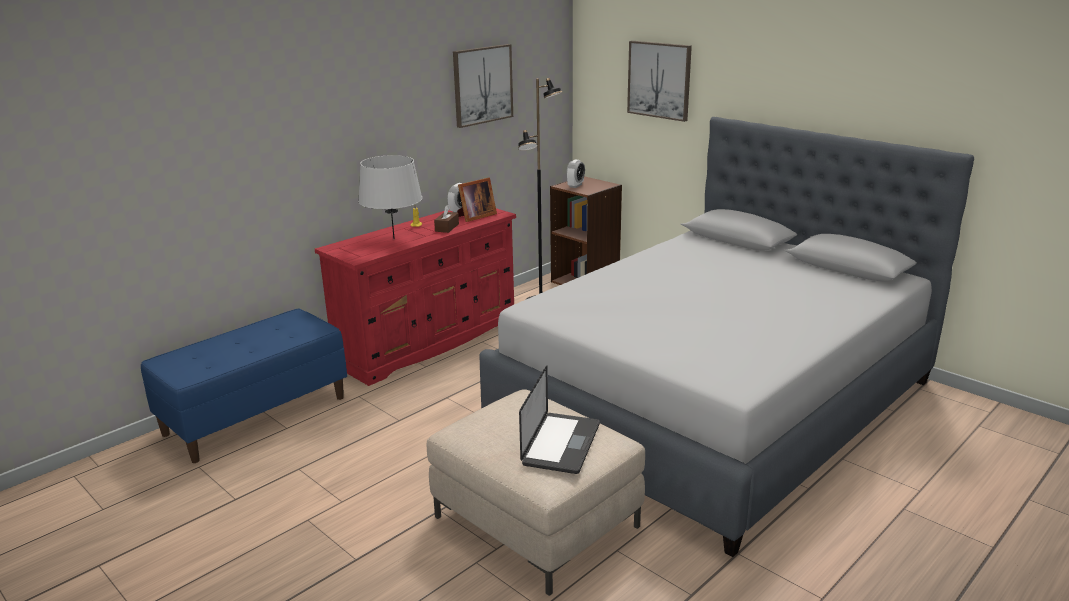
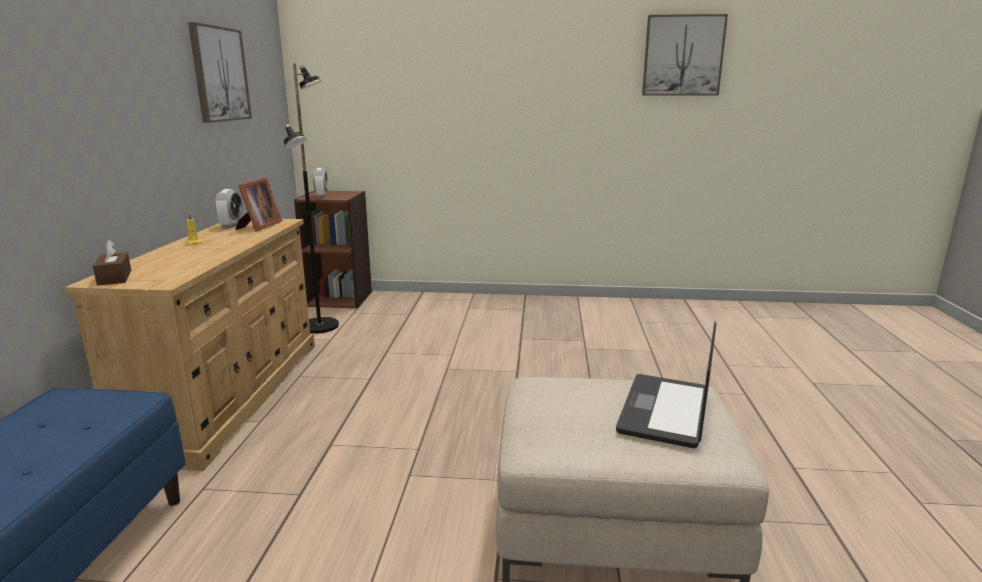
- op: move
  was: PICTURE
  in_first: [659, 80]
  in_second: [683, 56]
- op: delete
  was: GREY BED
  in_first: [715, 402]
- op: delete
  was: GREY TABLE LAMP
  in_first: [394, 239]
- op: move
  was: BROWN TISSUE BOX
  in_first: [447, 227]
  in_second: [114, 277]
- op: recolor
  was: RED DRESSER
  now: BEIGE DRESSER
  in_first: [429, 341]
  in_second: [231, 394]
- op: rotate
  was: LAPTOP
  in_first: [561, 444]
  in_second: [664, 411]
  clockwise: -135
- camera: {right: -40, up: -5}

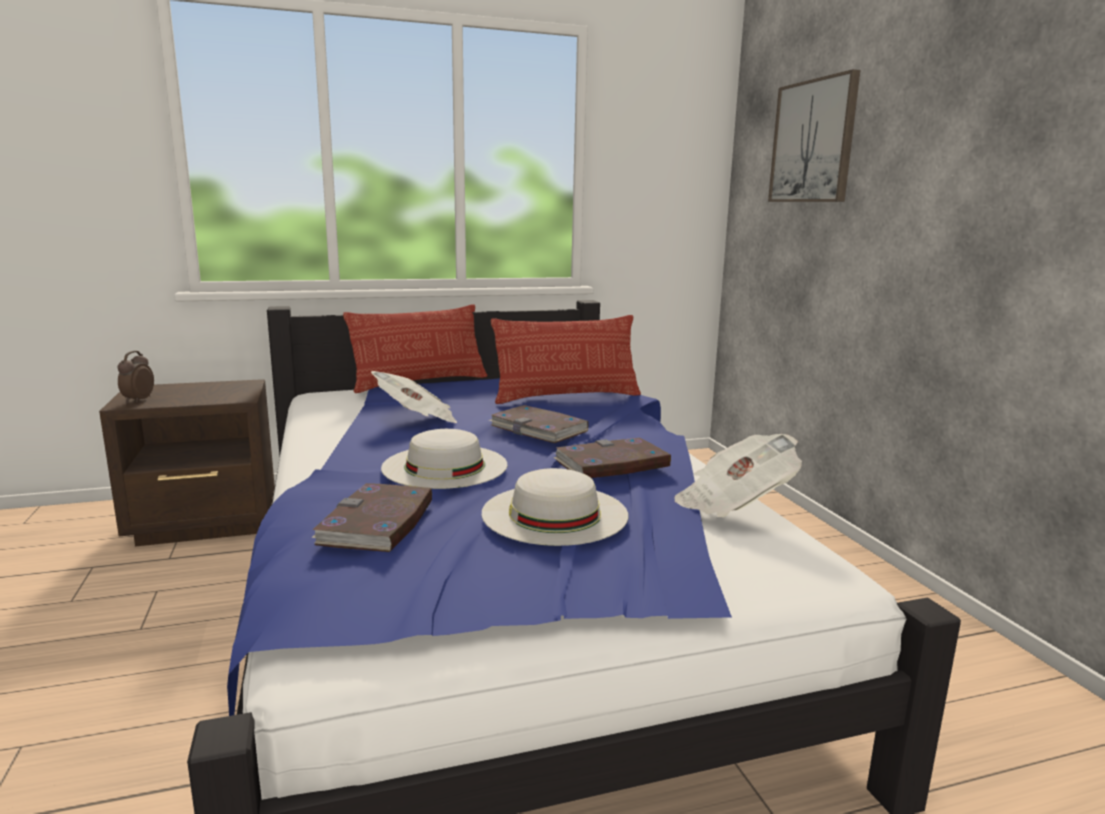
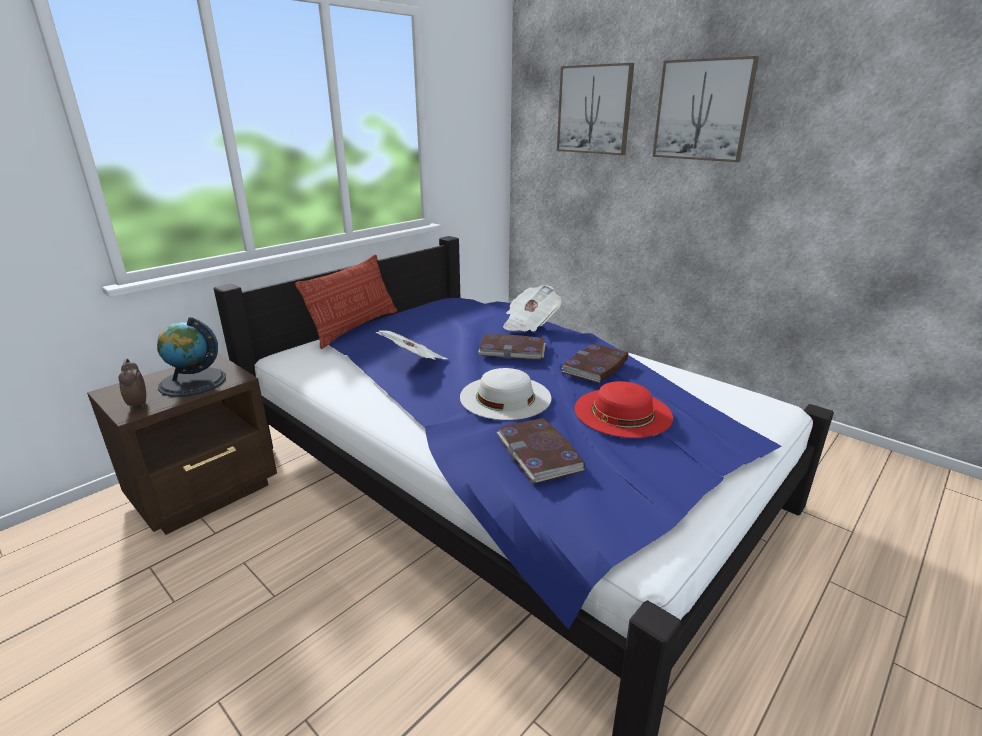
- op: delete
  was: PILLOW
  in_first: [566, 396]
- op: move
  was: NEWSPAPER
  in_first: [733, 503]
  in_second: [529, 324]
- op: recolor
  was: WHITE HAT
  now: RED HAT
  in_first: [554, 513]
  in_second: [622, 412]
- op: insert
  now: PICTURE
  in_second: [702, 110]
- op: insert
  now: GLOBE
  in_second: [192, 382]
- camera: {right: -30, up: 10}

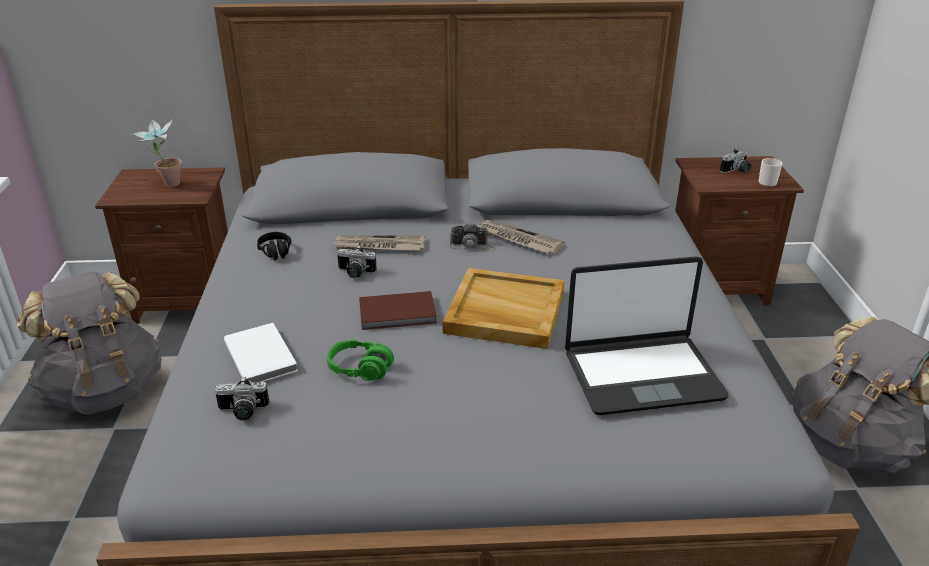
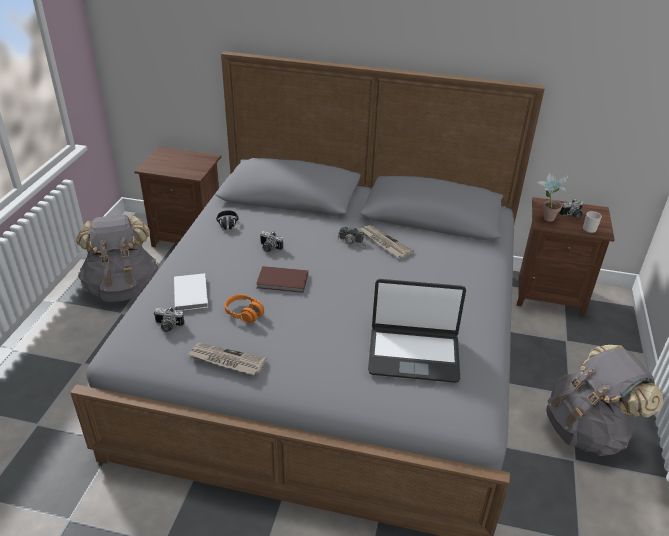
- op: move
  was: POTTED PLANT
  in_first: [166, 185]
  in_second: [545, 219]
- op: move
  was: NEWSPAPER
  in_first: [379, 246]
  in_second: [226, 360]
- op: delete
  was: BEIGE TRAY
  in_first: [504, 312]
- op: recolor
  was: GREEN HEADPHONES
  now: ORANGE HEADPHONES
  in_first: [360, 368]
  in_second: [244, 313]
- camera: {right: 15, up: 5}

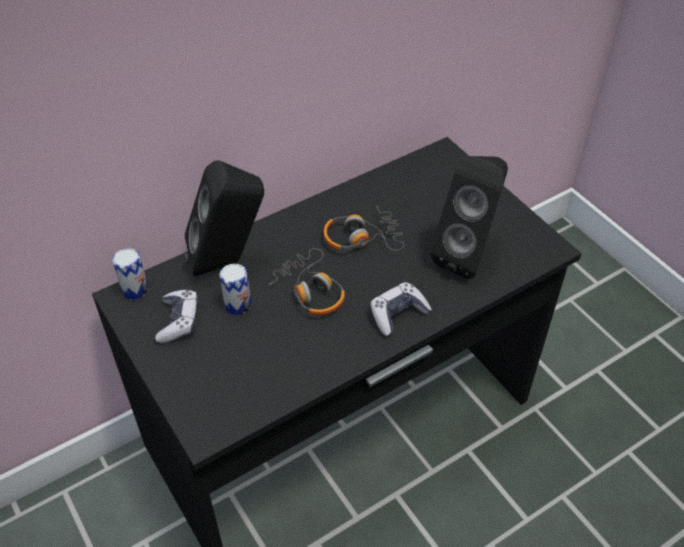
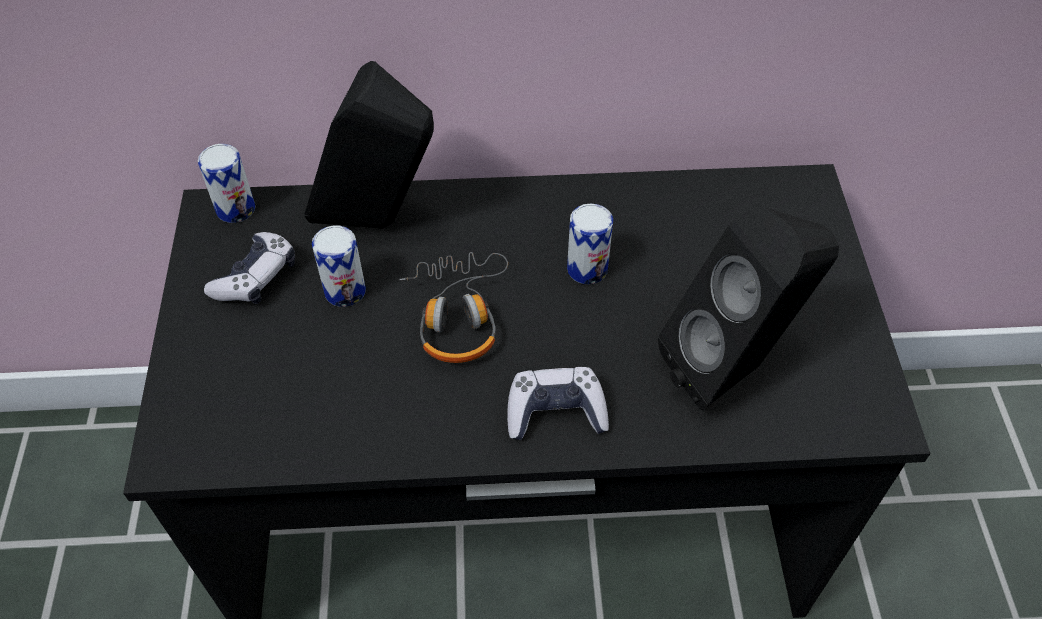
- op: replace
  was: HEADPHONES
  now: CAN
  in_first: [362, 238]
  in_second: [587, 269]
- camera: {right: 30, up: 5}

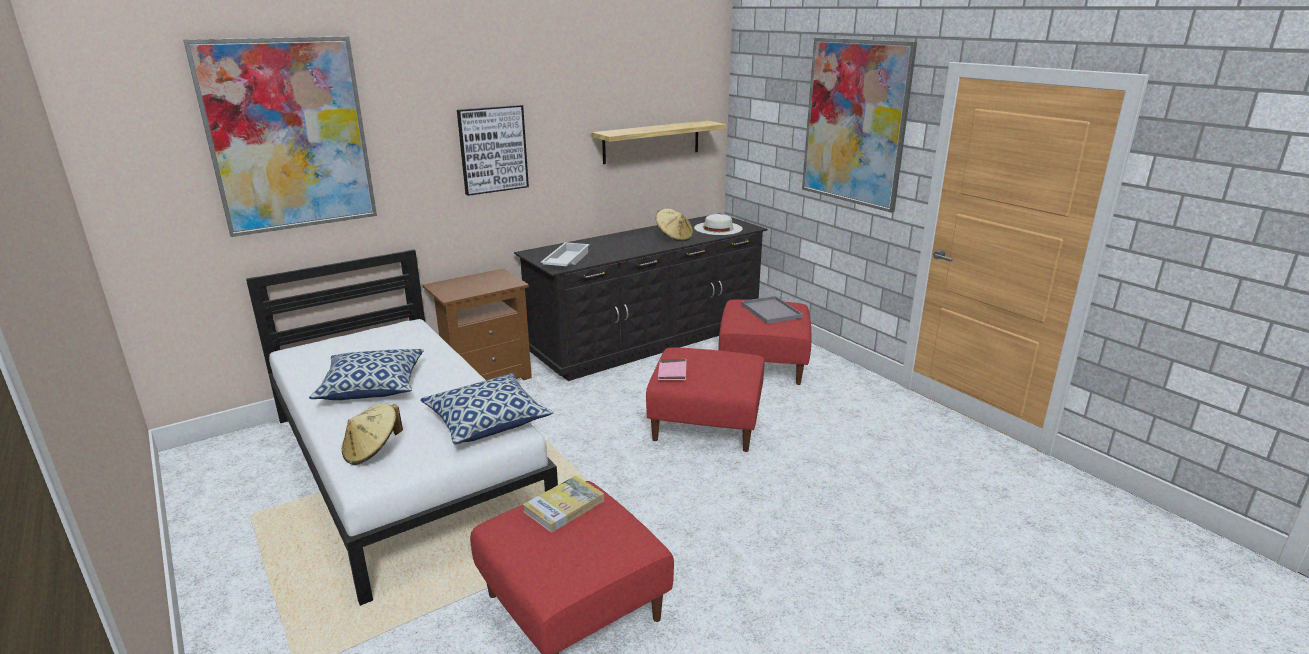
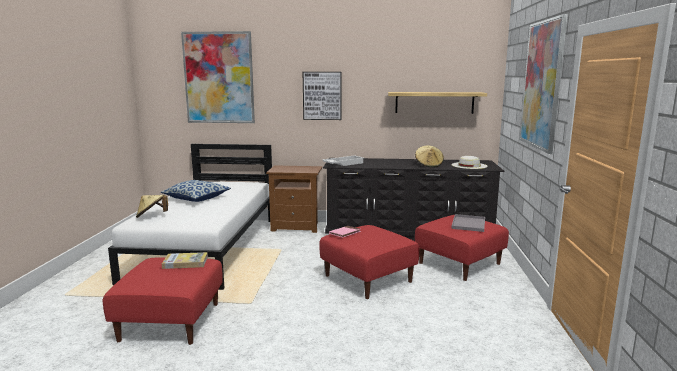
- op: delete
  was: PILLOW
  in_first: [487, 422]
- camera: {right: 40, up: -10}

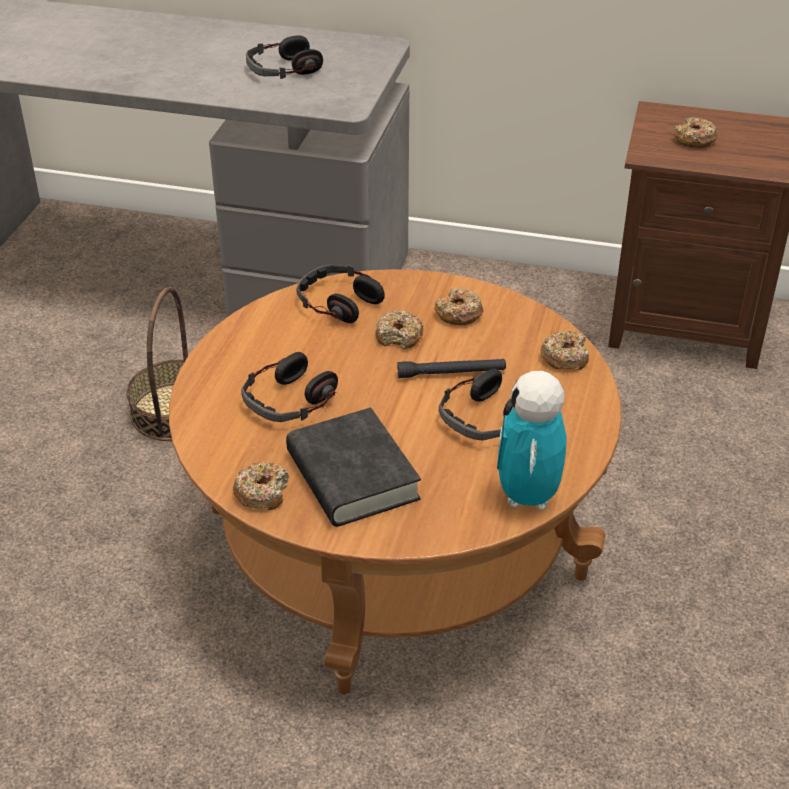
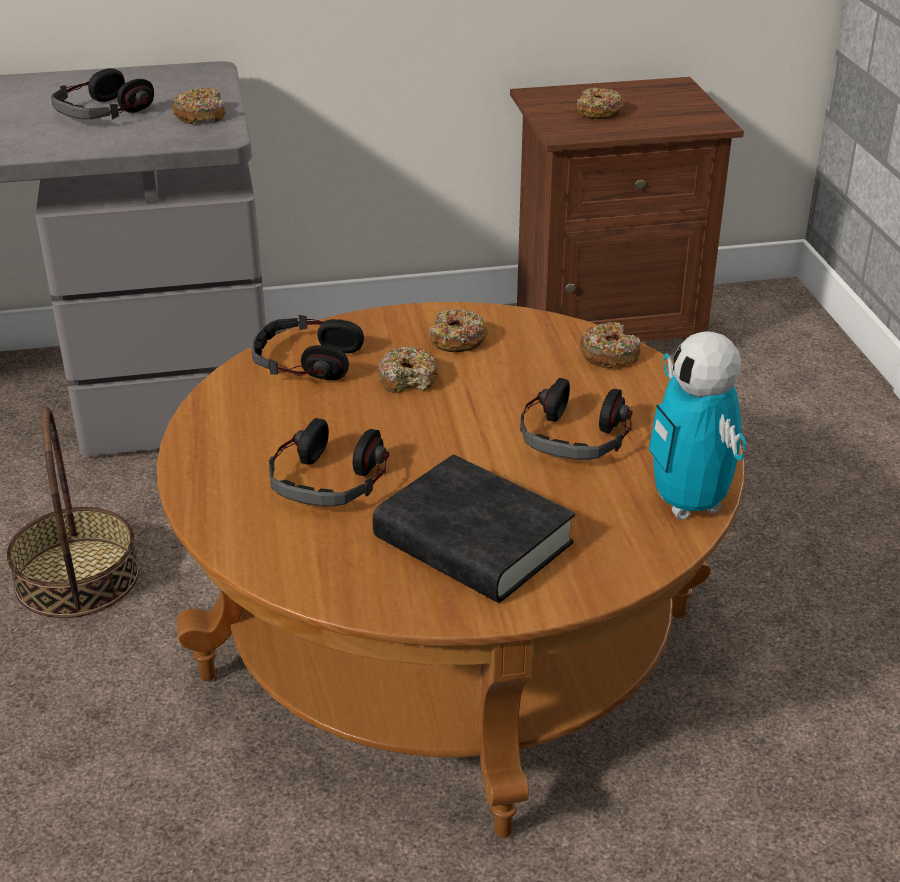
- op: delete
  was: BLACK FLASHLIGHT
  in_first: [451, 373]
- op: move
  was: DONUT
  in_first: [262, 493]
  in_second: [200, 115]
- camera: {right: -25, up: -5}

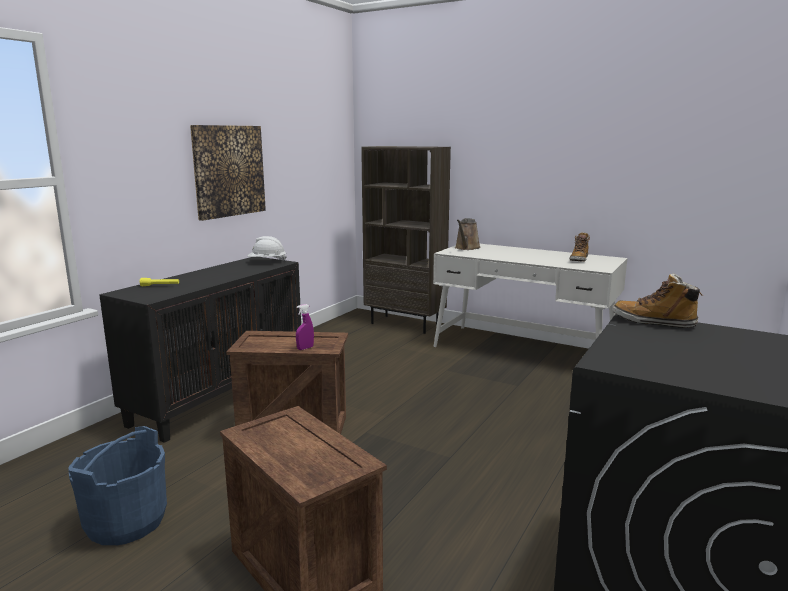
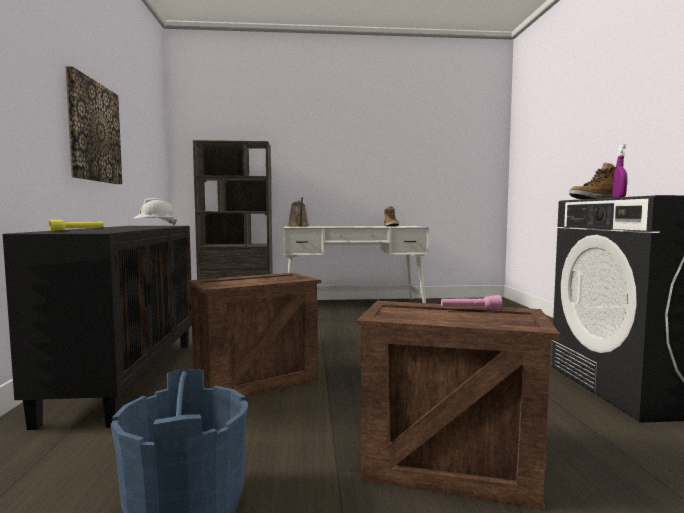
- op: move
  was: PURPLE SPRAY BOTTLE
  in_first: [305, 348]
  in_second: [619, 197]
- op: insert
  now: PINK FLASHLIGHT
  in_second: [470, 309]
- camera: {right: -35, up: -10}

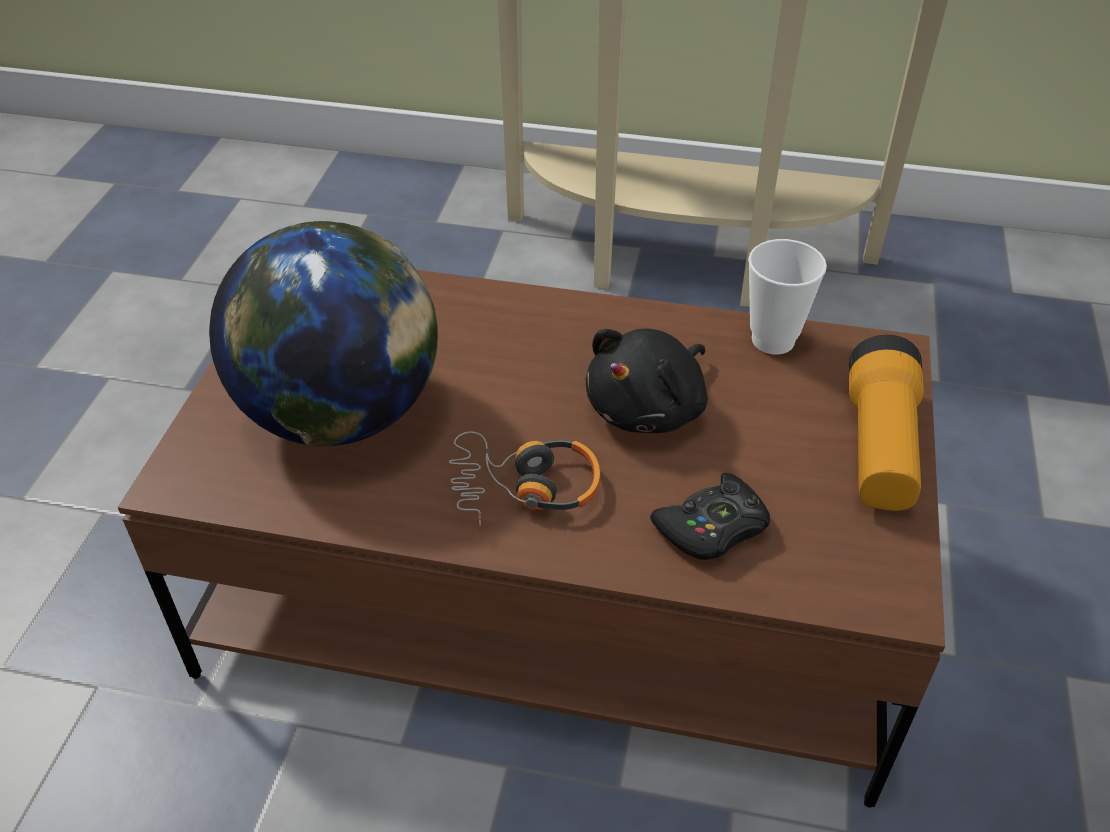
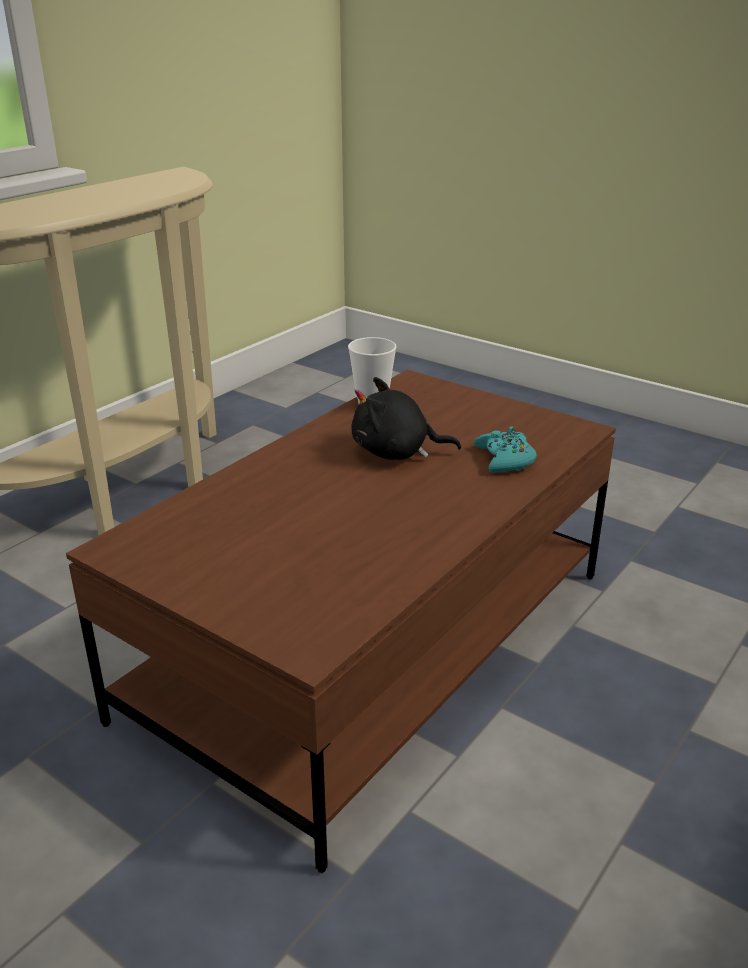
- op: delete
  was: GLOBE
  in_first: [341, 415]
- op: rotate
  was: BLACK PLUSH TOY
  in_first: [649, 409]
  in_second: [396, 452]
  clockwise: 120
- op: delete
  was: FLASHLIGHT
  in_first: [879, 447]
- op: delete
  was: HEADPHONES
  in_first: [525, 488]
- op: recolor
  was: BLACK GAME CONTROLLER
  now: TURQUOISE GAME CONTROLLER
  in_first: [712, 528]
  in_second: [505, 459]
- camera: {right: -65, up: -15}

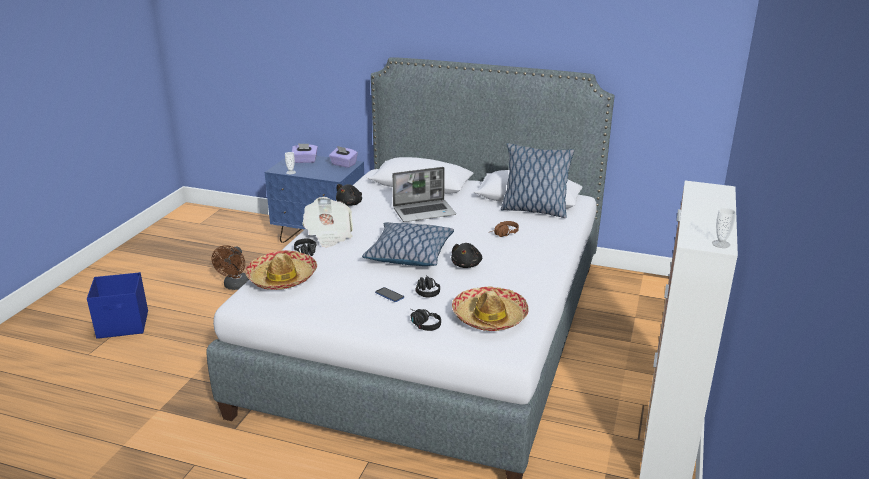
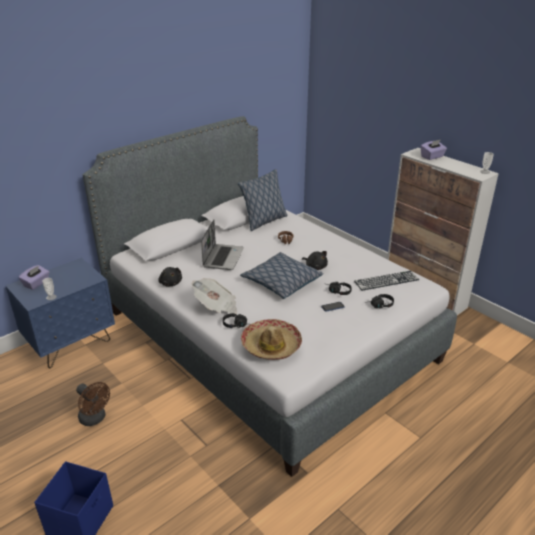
- op: move
  was: PURPLE TISSUE BOX
  in_first: [343, 164]
  in_second: [432, 157]
- op: replace
  was: HAT
  now: KEYBOARD
  in_first: [489, 317]
  in_second: [386, 280]
- camera: {right: -60, up: 5}

